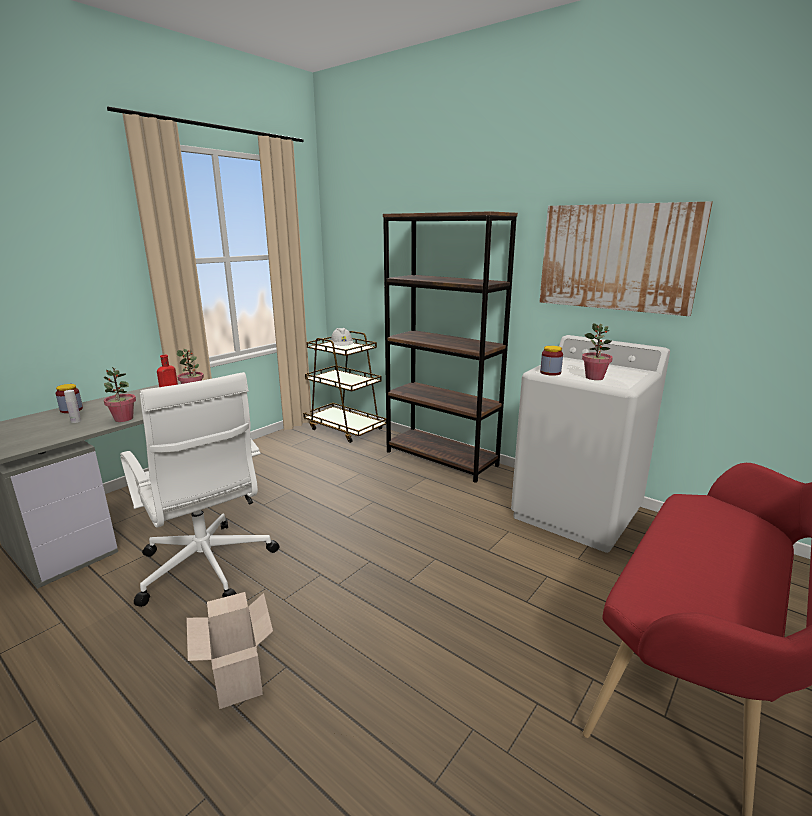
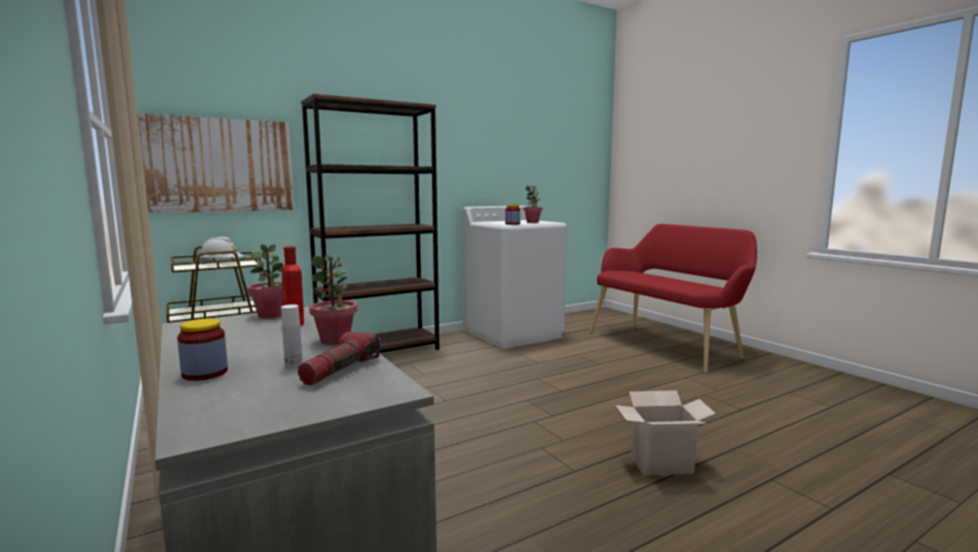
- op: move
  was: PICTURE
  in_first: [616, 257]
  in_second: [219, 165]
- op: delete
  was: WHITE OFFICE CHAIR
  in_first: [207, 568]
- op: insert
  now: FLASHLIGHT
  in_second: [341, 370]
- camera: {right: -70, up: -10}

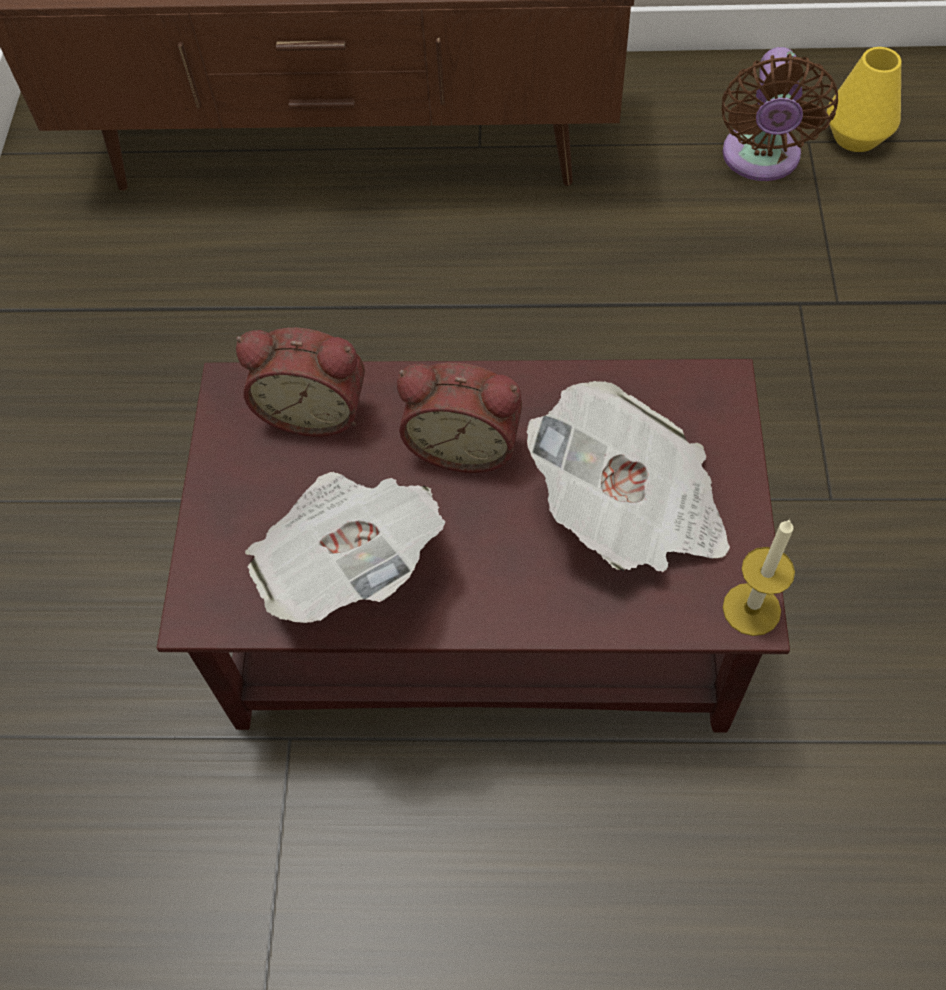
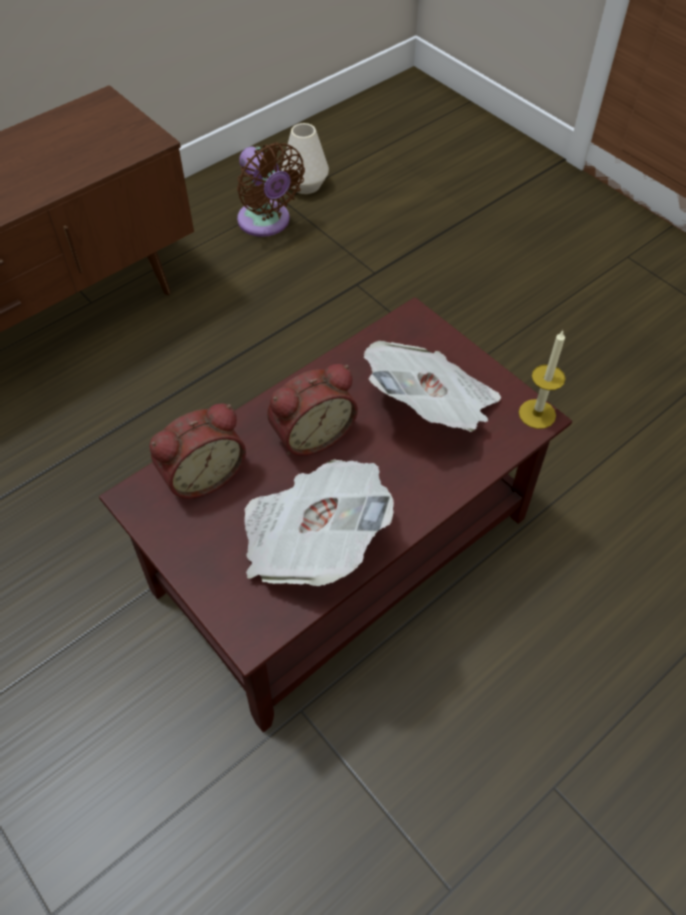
- op: recolor
  was: YELLOW VASE
  now: WHITE VASE
  in_first: [856, 136]
  in_second: [305, 185]
- camera: {right: -45, up: -5}

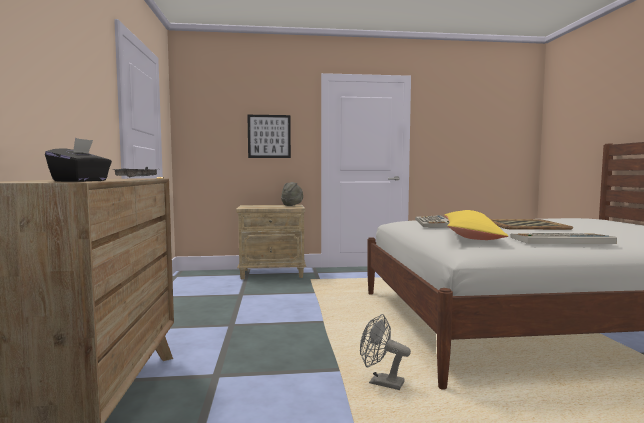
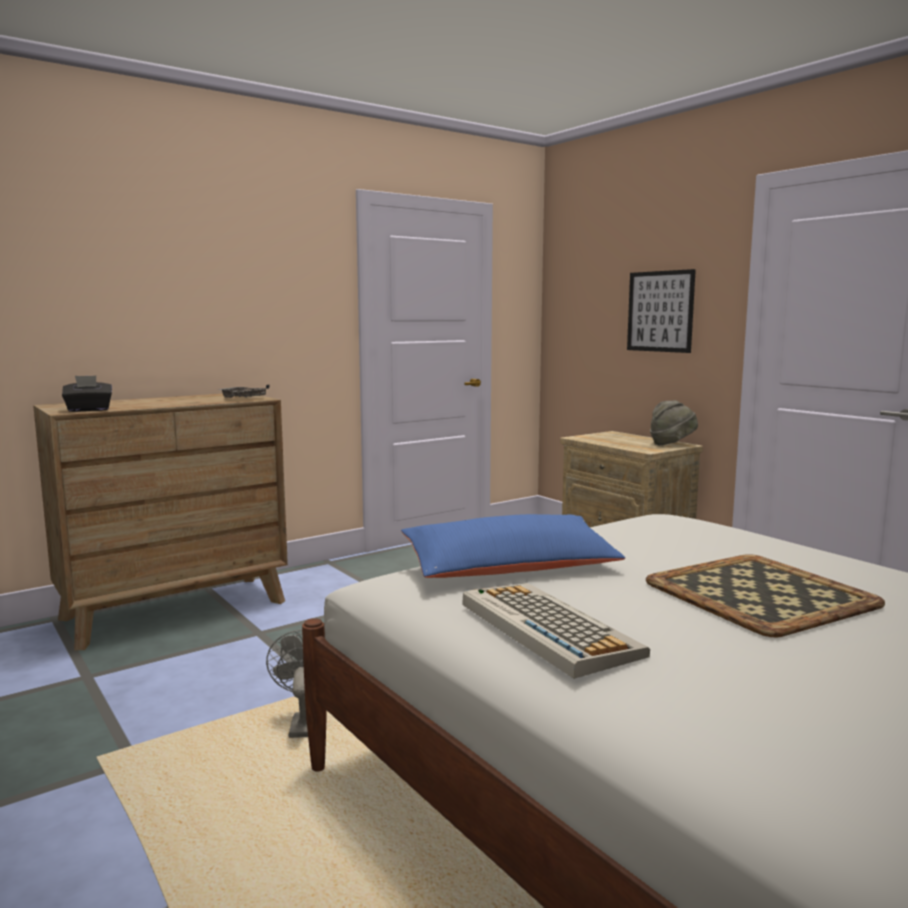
- op: recolor
  was: YELLOW PILLOW
  now: BLUE PILLOW
  in_first: [471, 236]
  in_second: [509, 567]
- op: delete
  was: KEYBOARD
  in_first: [433, 223]
- camera: {right: 60, up: 5}

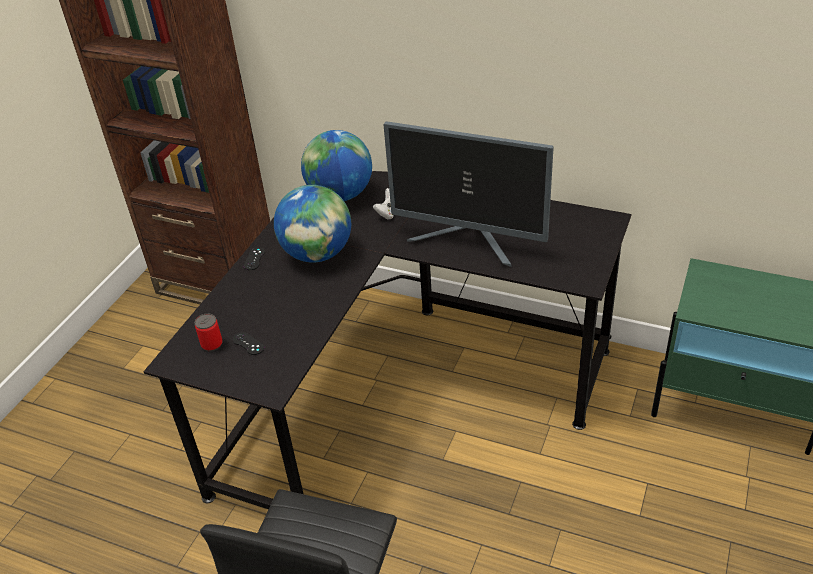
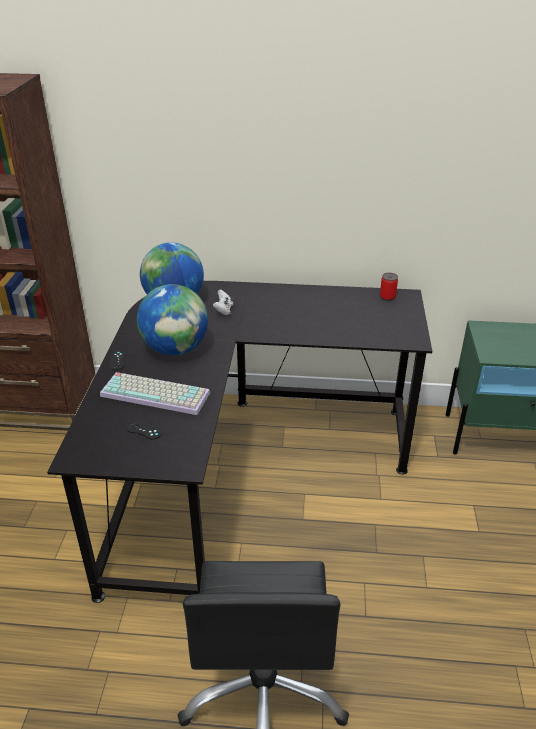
- op: delete
  was: MONITOR
  in_first: [469, 241]
- op: move
  was: CAN
  in_first: [212, 344]
  in_second: [387, 297]
- op: insert
  now: KEYBOARD
  in_second: [157, 393]
- camera: {right: -20, up: -5}

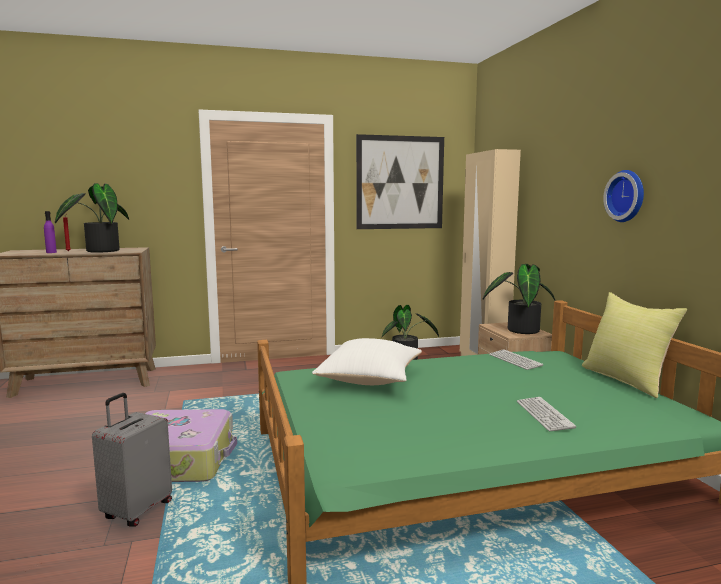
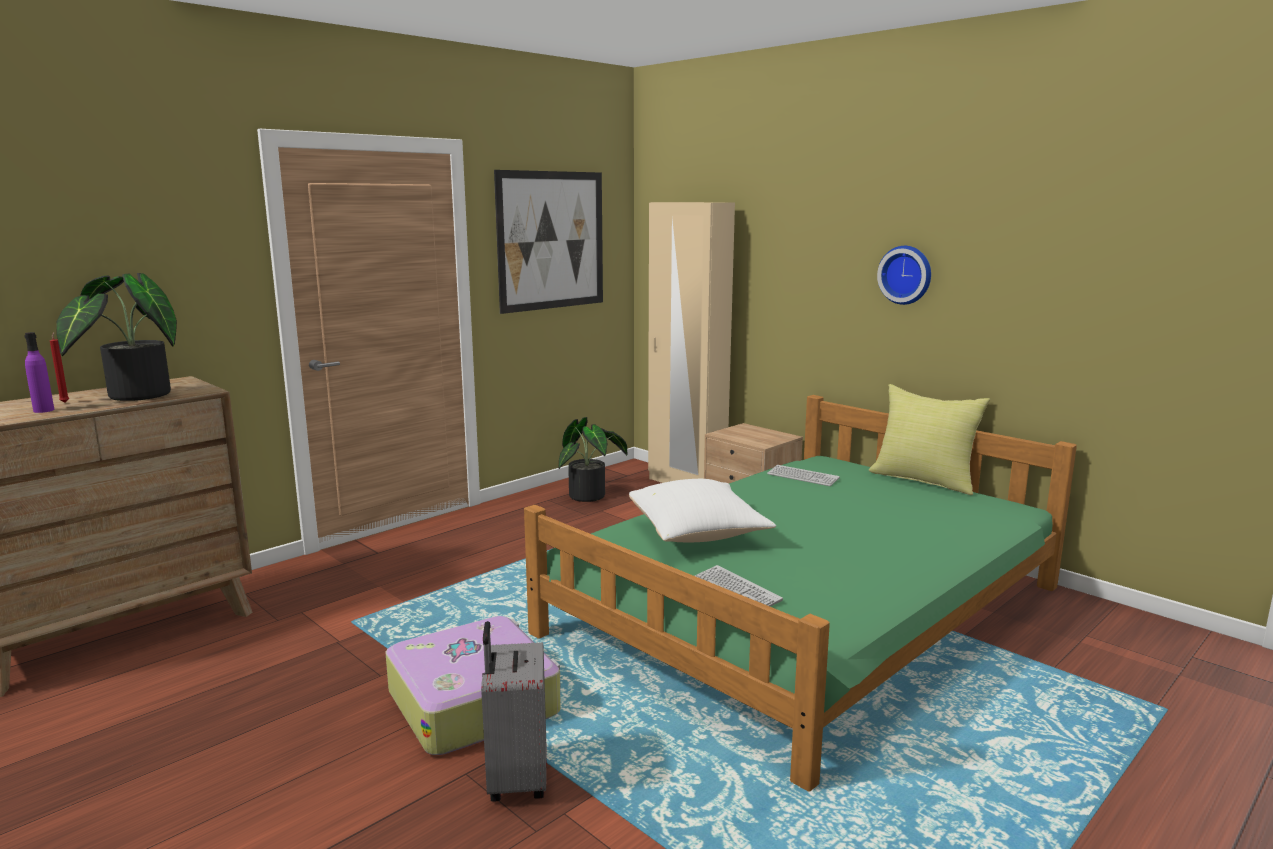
- op: delete
  was: POTTED PLANT
  in_first: [519, 330]
- op: move
  was: KEYBOARD
  in_first: [544, 415]
  in_second: [736, 590]
- camera: {right: -30, up: 5}

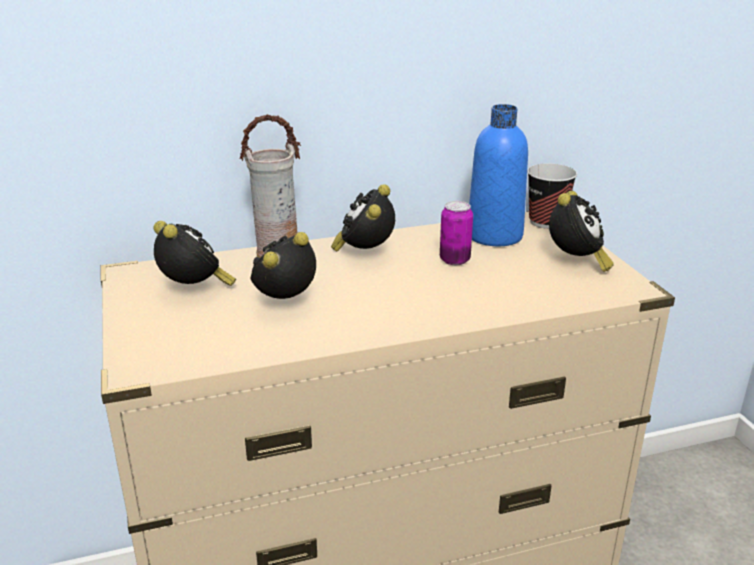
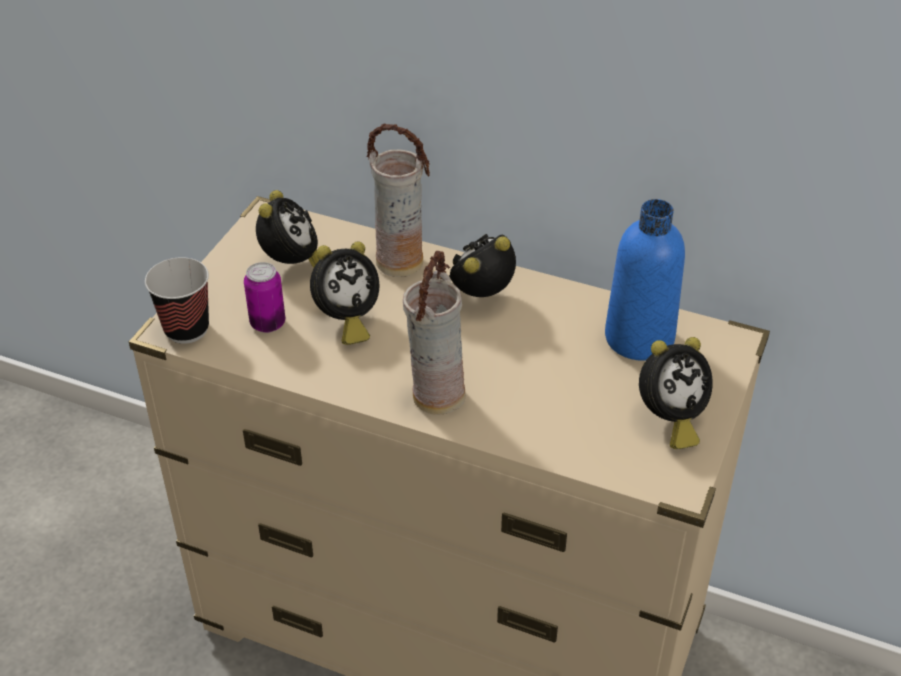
- op: move
  was: CUP
  in_first: [546, 222]
  in_second: [186, 329]
- op: move
  was: CAN
  in_first: [454, 260]
  in_second: [268, 323]
- op: rotate
  was: ALARM CLOCK
  in_first: [286, 303]
  in_second: [345, 321]
  clockwise: 150
- op: insert
  now: VASE
  in_second: [436, 396]
- camera: {right: 40, up: 15}

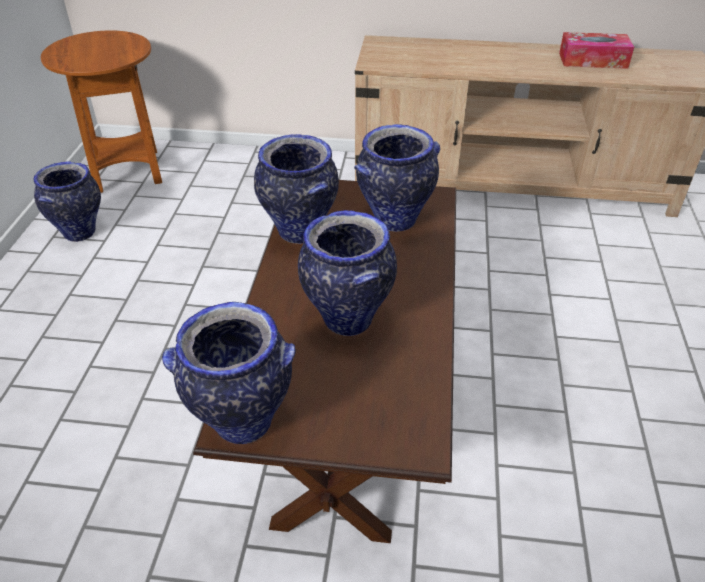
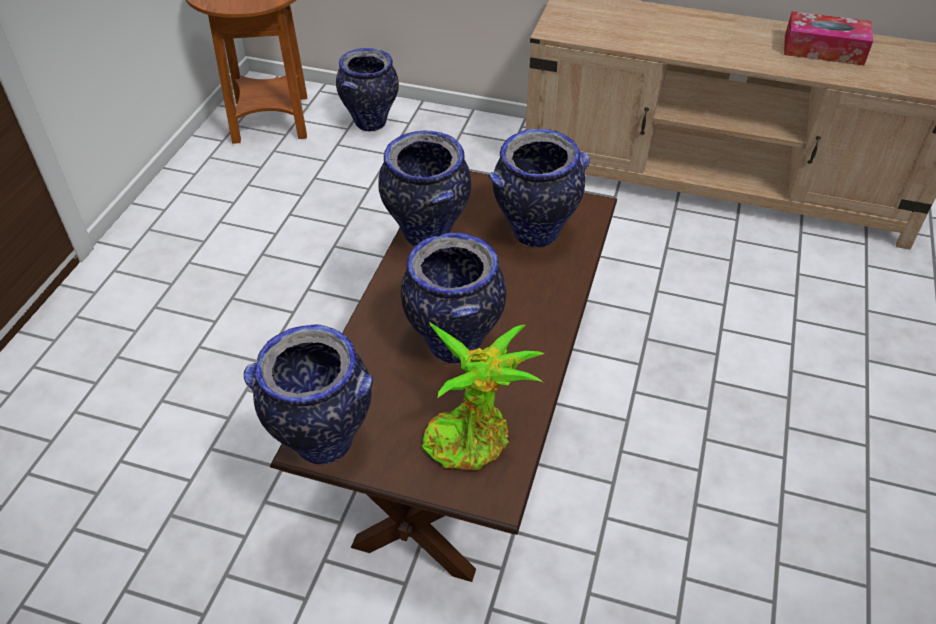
- op: move
  was: VASE
  in_first: [80, 232]
  in_second: [371, 122]
- op: insert
  now: POTTED PLANT
  in_second: [473, 437]
- camera: {right: 10, up: 5}

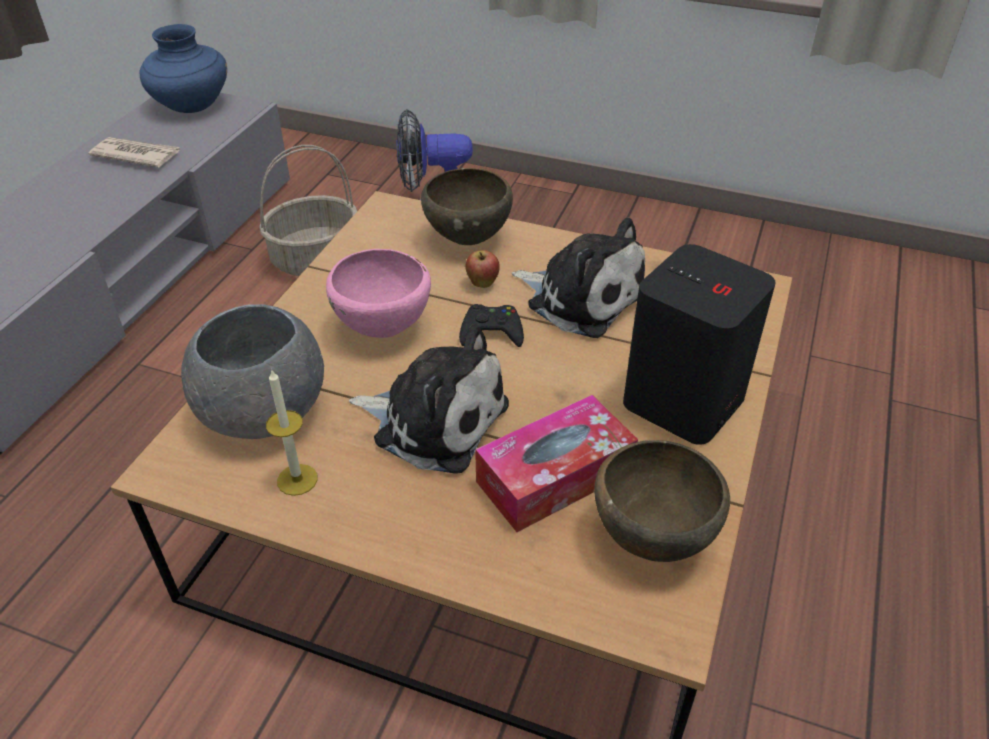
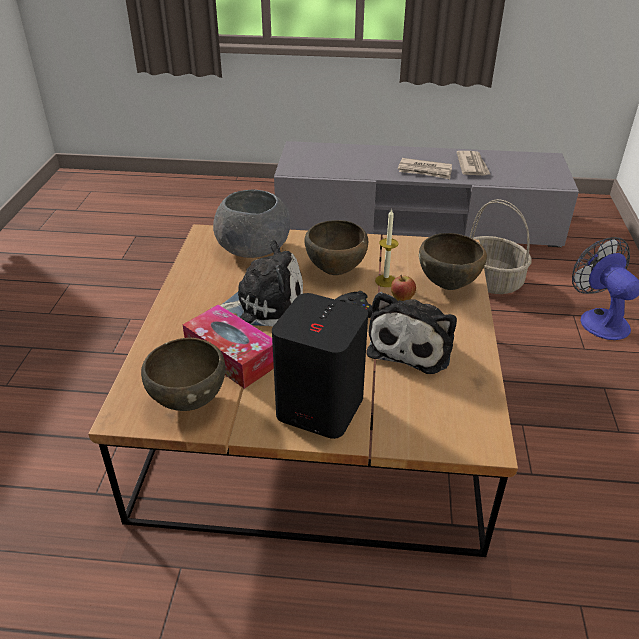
- op: delete
  was: BLUE VASE
  in_first: [191, 106]
- op: recolor
  was: PINK BOWL
  now: BROWN BOWL
  in_first: [384, 329]
  in_second: [336, 272]
- op: rotate
  was: PLUSH TOY
  in_first: [434, 420]
  in_second: [265, 304]
  clockwise: -105
- op: move
  was: CANDLE
  in_first: [297, 479]
  in_second: [385, 281]
- op: insert
  now: NEWSPAPER
  in_second: [425, 171]
- camera: {right: 75, up: -5}

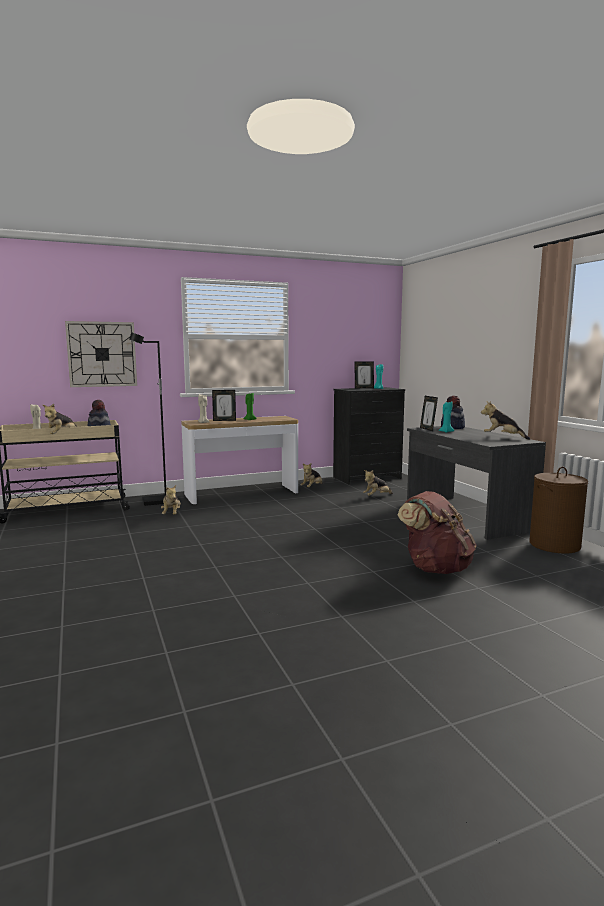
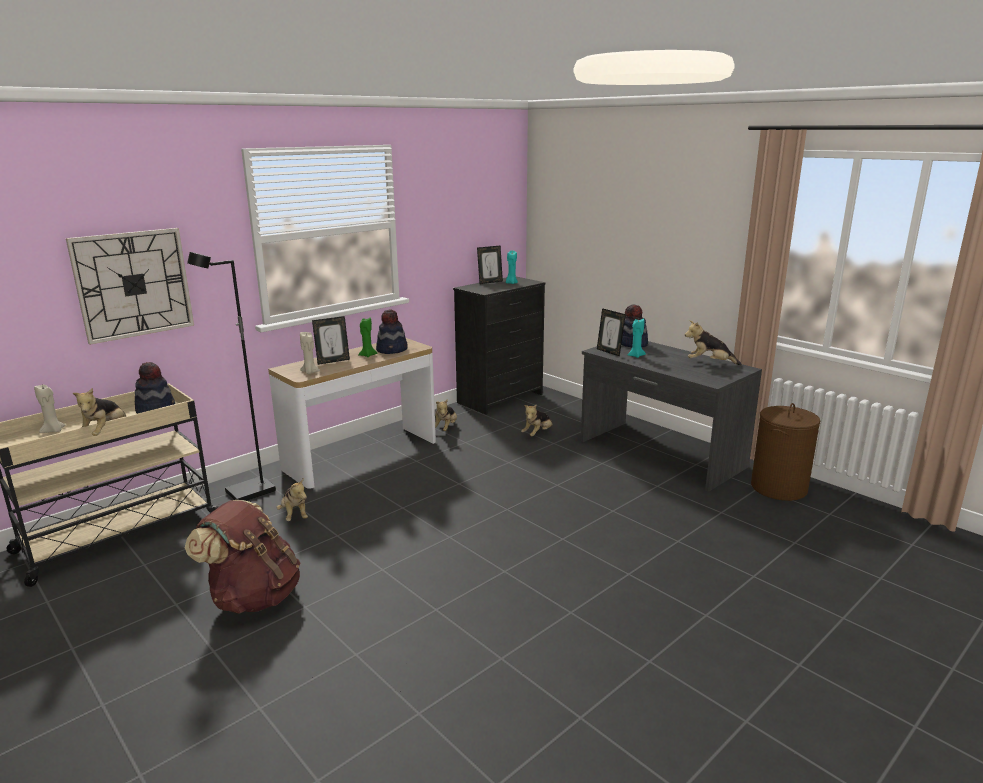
- op: move
  was: BROWN BACKPACK
  in_first: [435, 568]
  in_second: [253, 597]
- op: insert
  now: HAT
  in_second: [392, 350]
- camera: {right: -20, up: 10}

